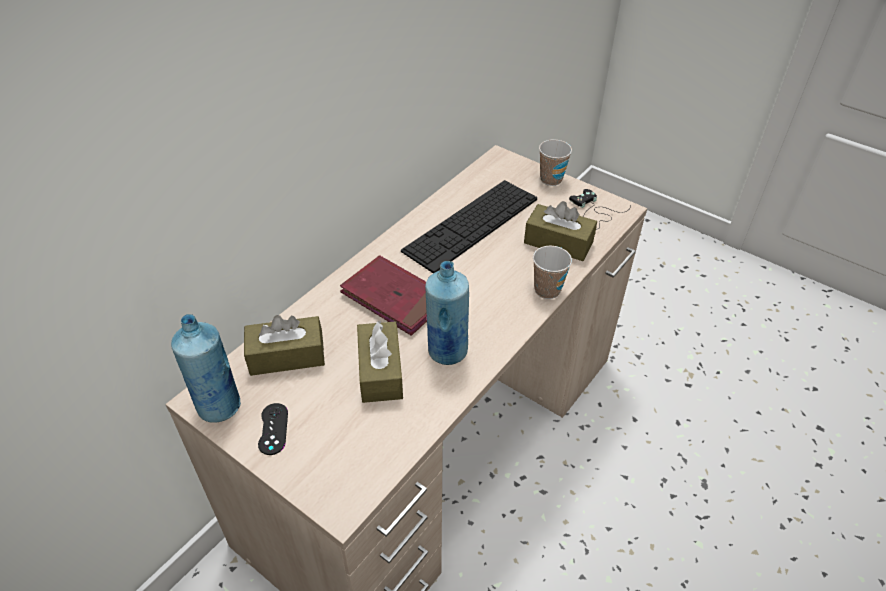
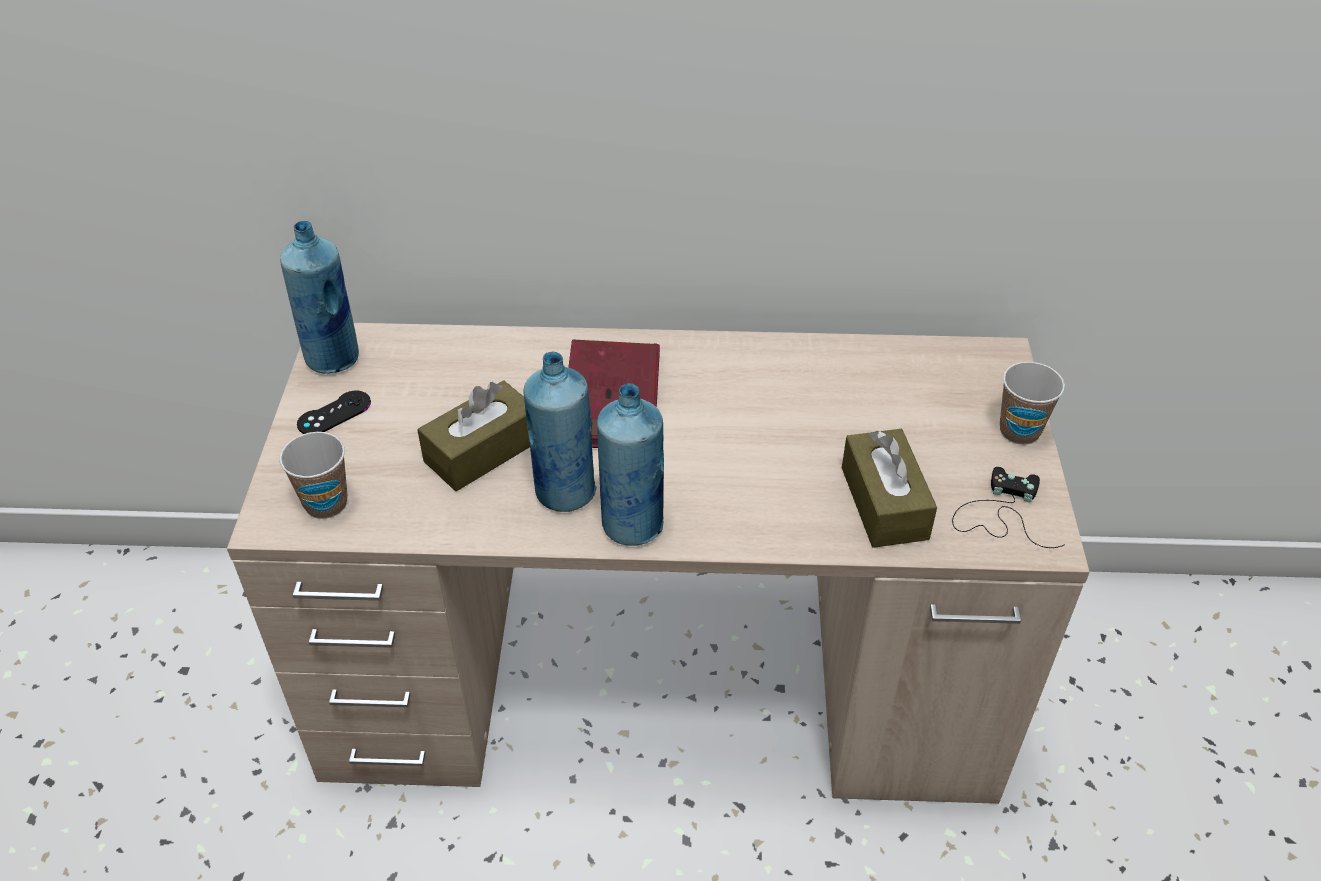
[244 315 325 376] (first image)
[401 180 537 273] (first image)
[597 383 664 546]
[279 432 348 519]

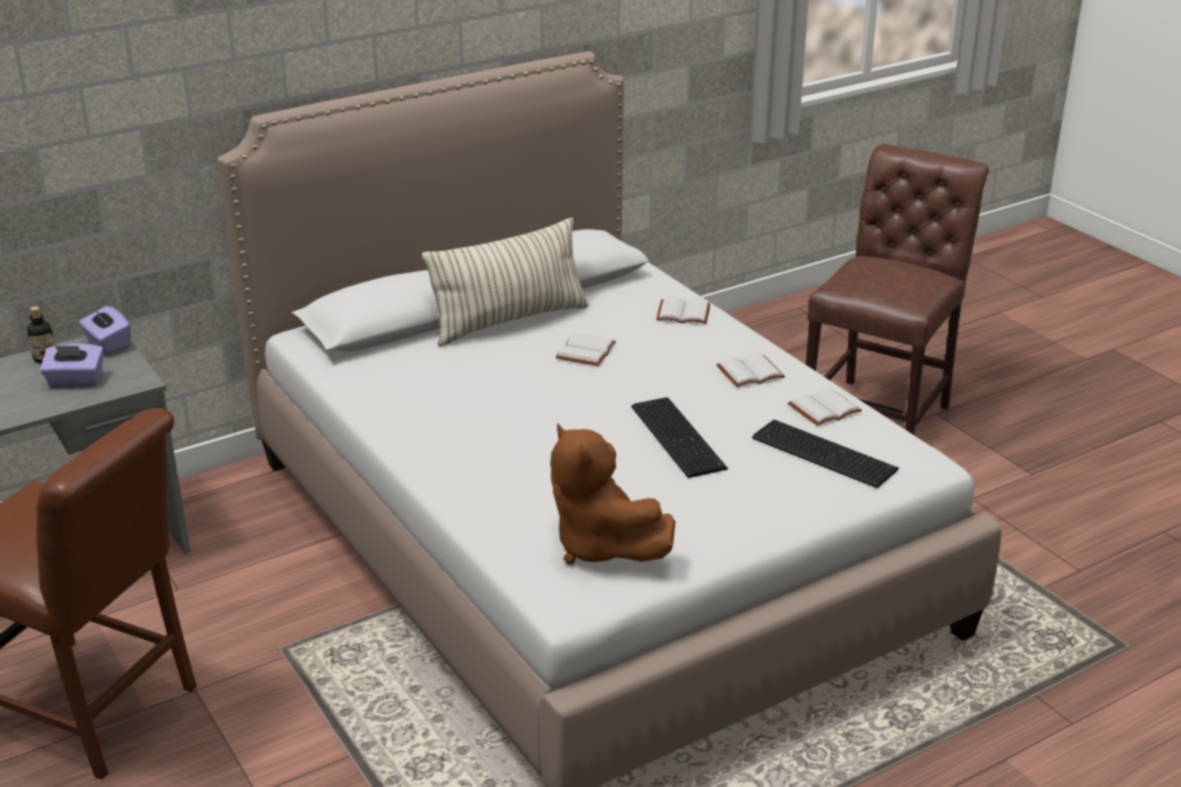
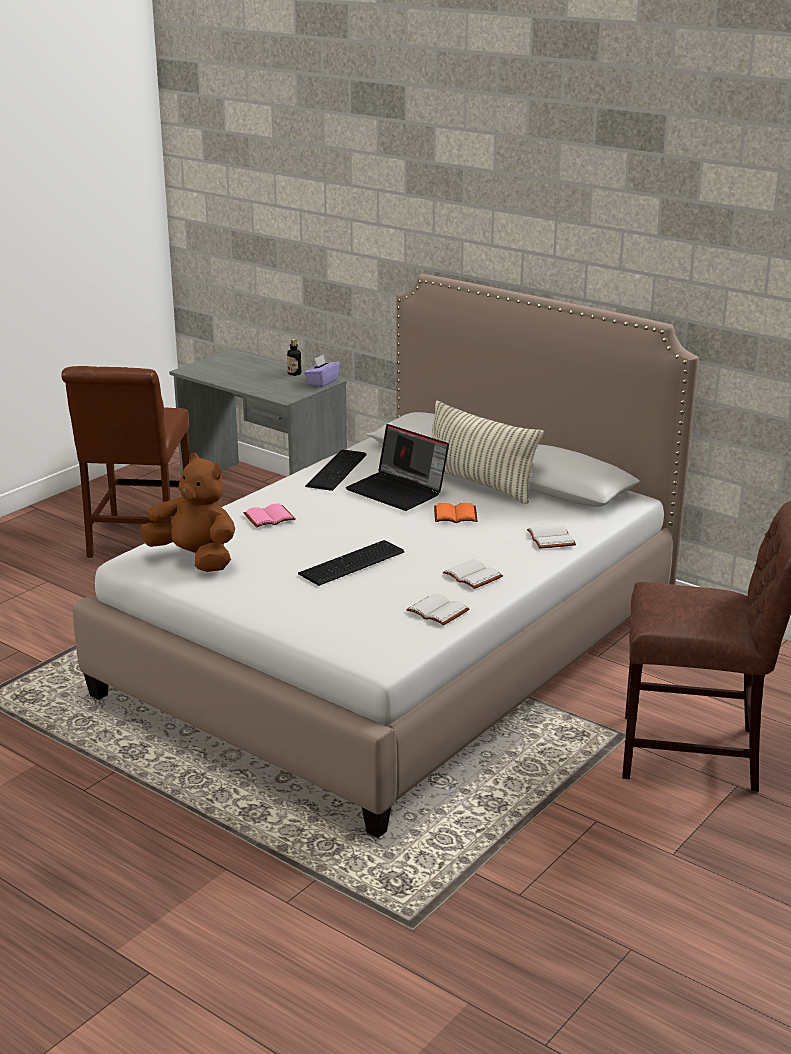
[40 343 104 387] (first image)
[244 503 296 528]
[346 424 449 511]
[305 450 367 491]
[434 502 477 523]
[140 453 235 572]

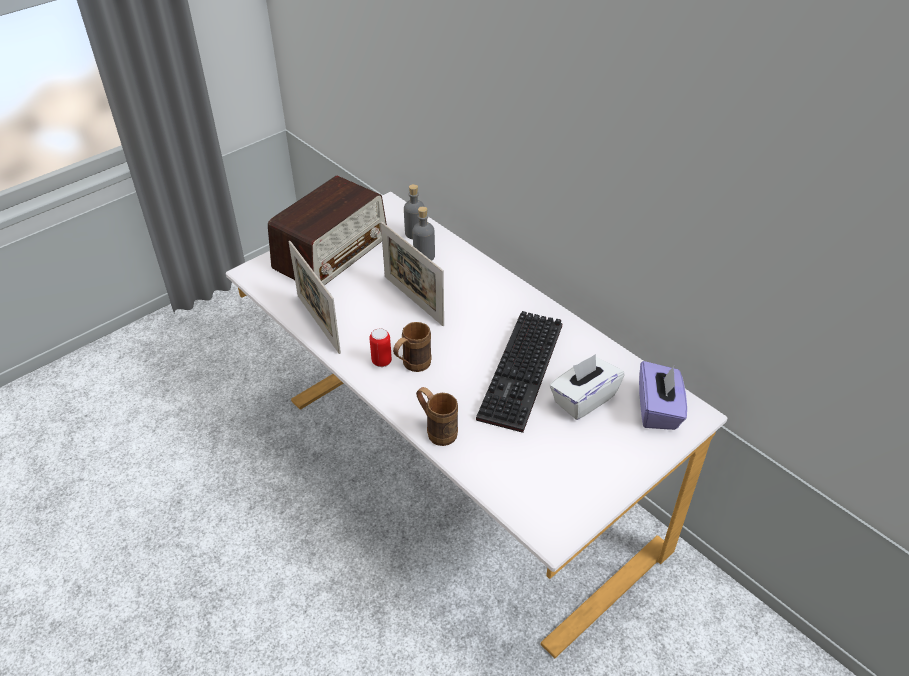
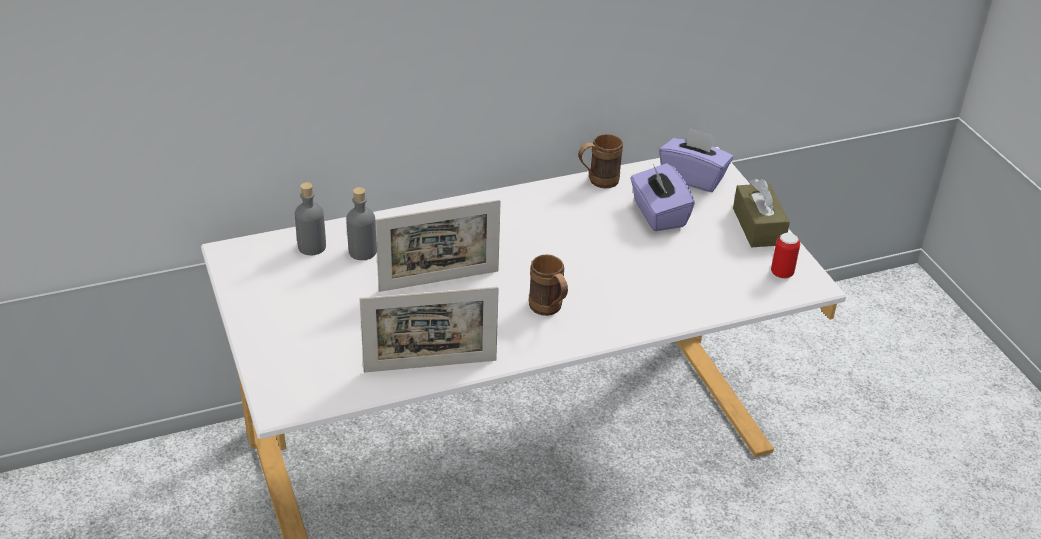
[268 176 387 286] (first image)
[476 311 563 433] (first image)
[733 179 790 247]
[771 233 800 279]
[578 134 623 188]
[630 163 695 231]

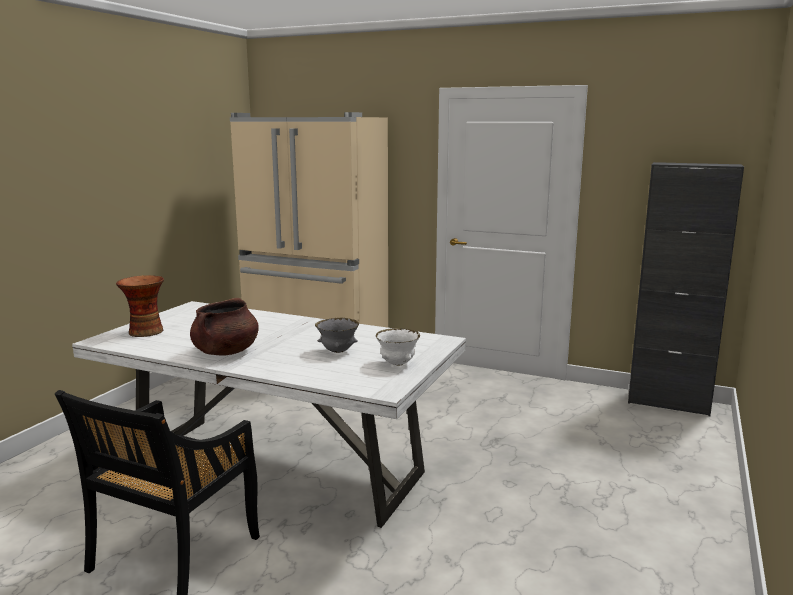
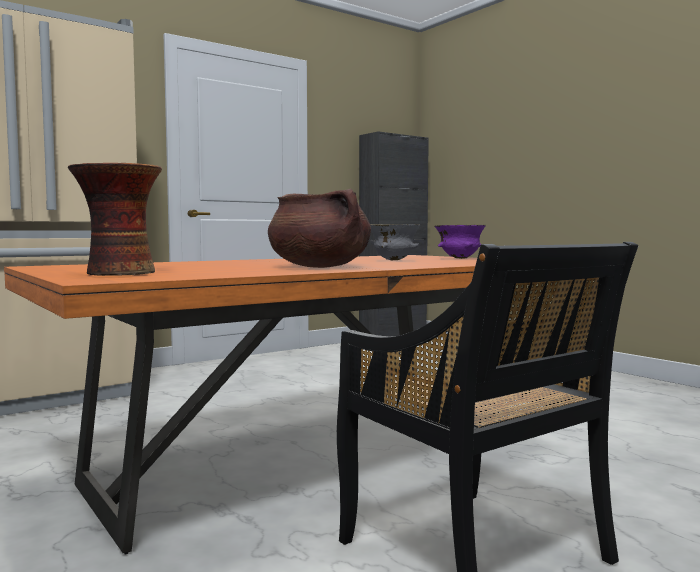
[4 255 499 554]
[434 225 486 259]

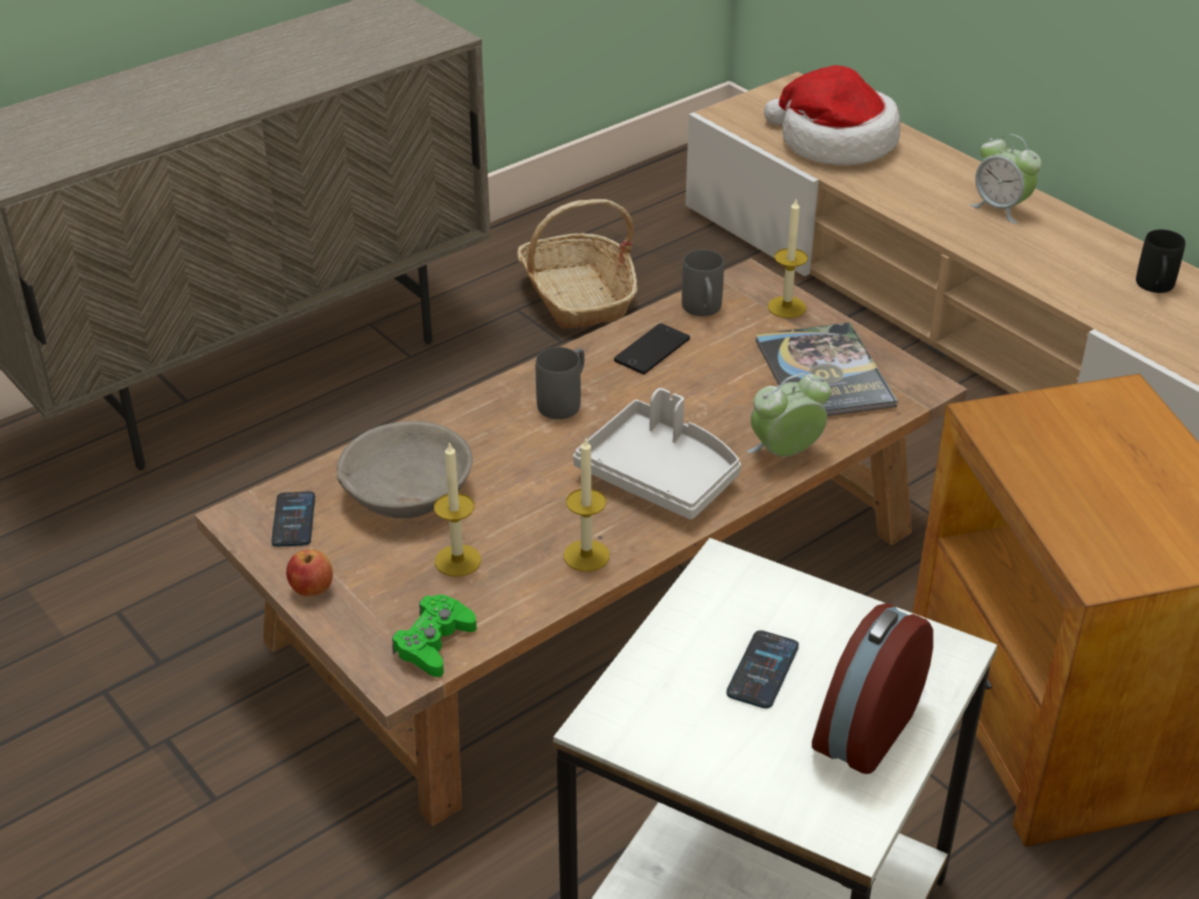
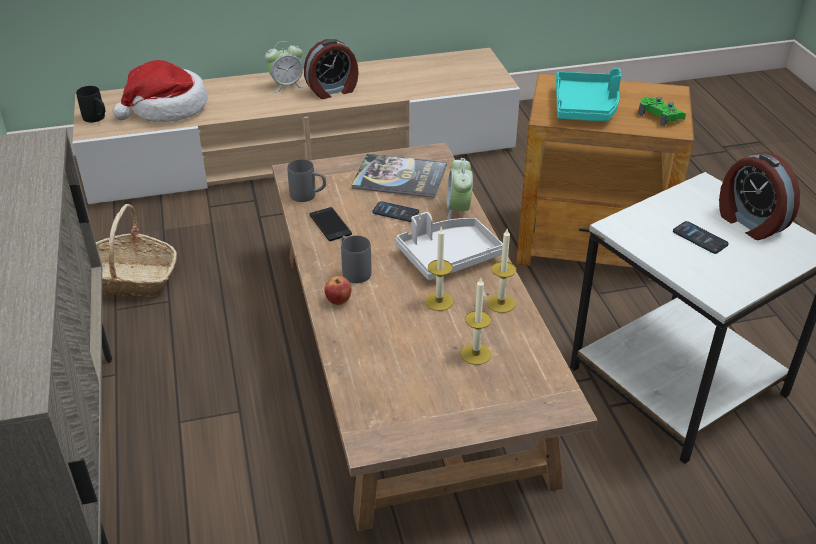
[337 421 473 518] (first image)
[304 39 359 99]
[556 68 621 121]
[372 201 419 222]
[324 276 352 305]
[638 97 686 126]
[425 226 453 311]
[76 86 105 122]

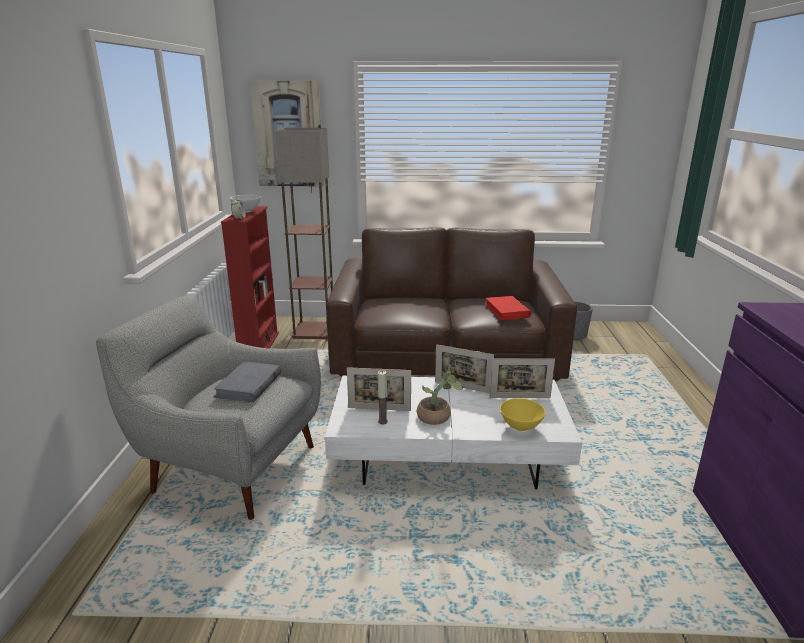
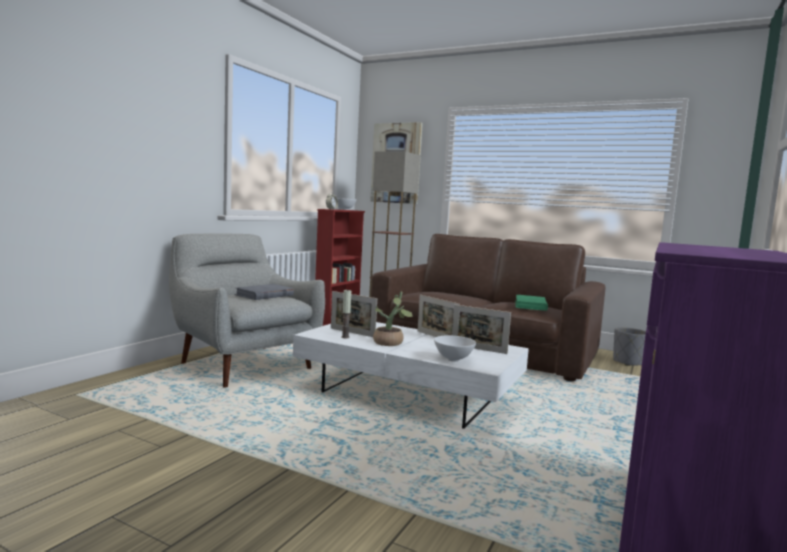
[516 295 548 311]
[434 335 476 362]

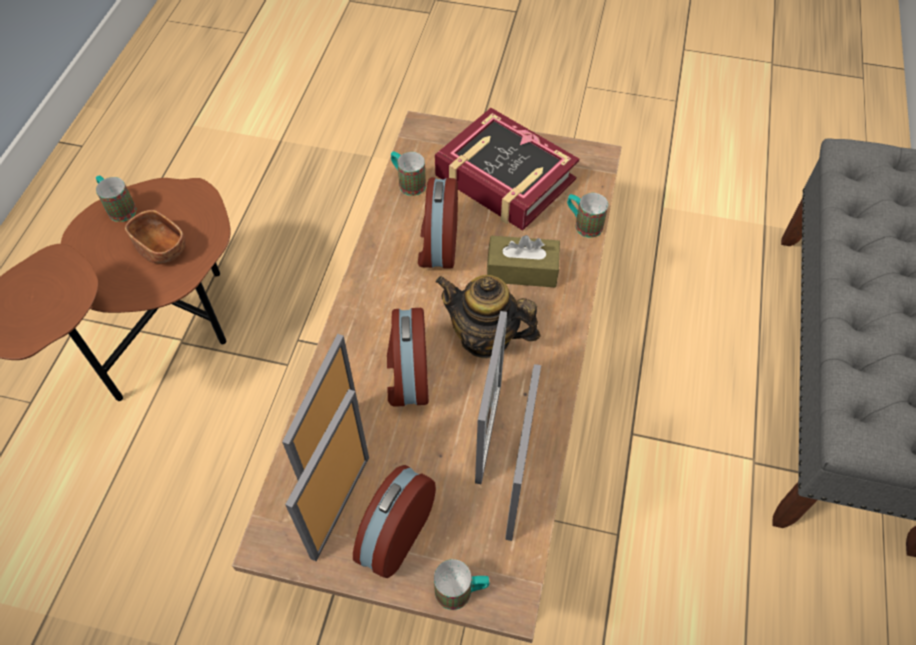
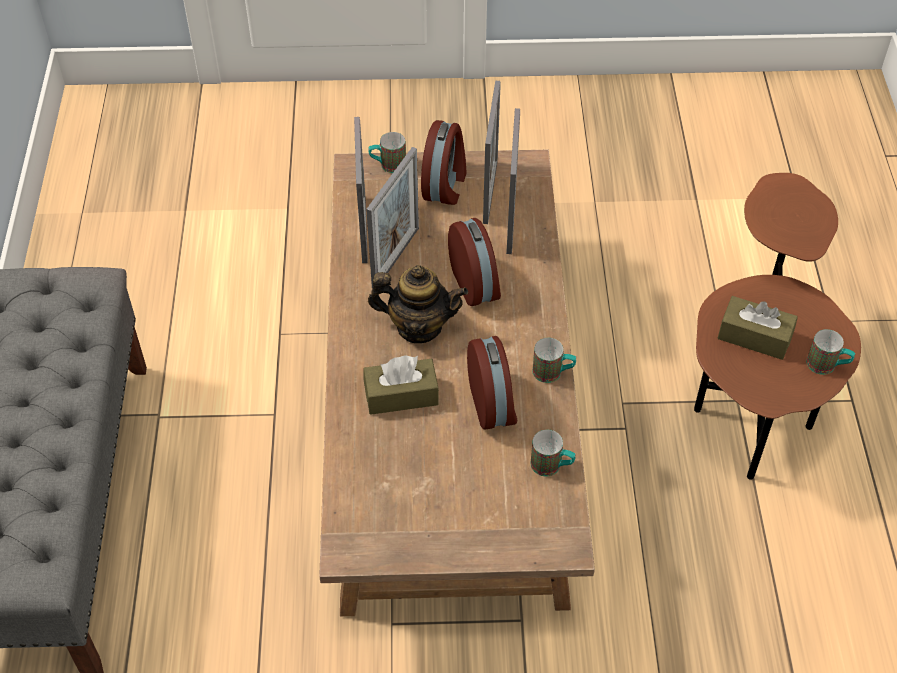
[435 108 579 231] (first image)
[533 338 576 383]
[718 296 798 360]
[366 147 419 288]

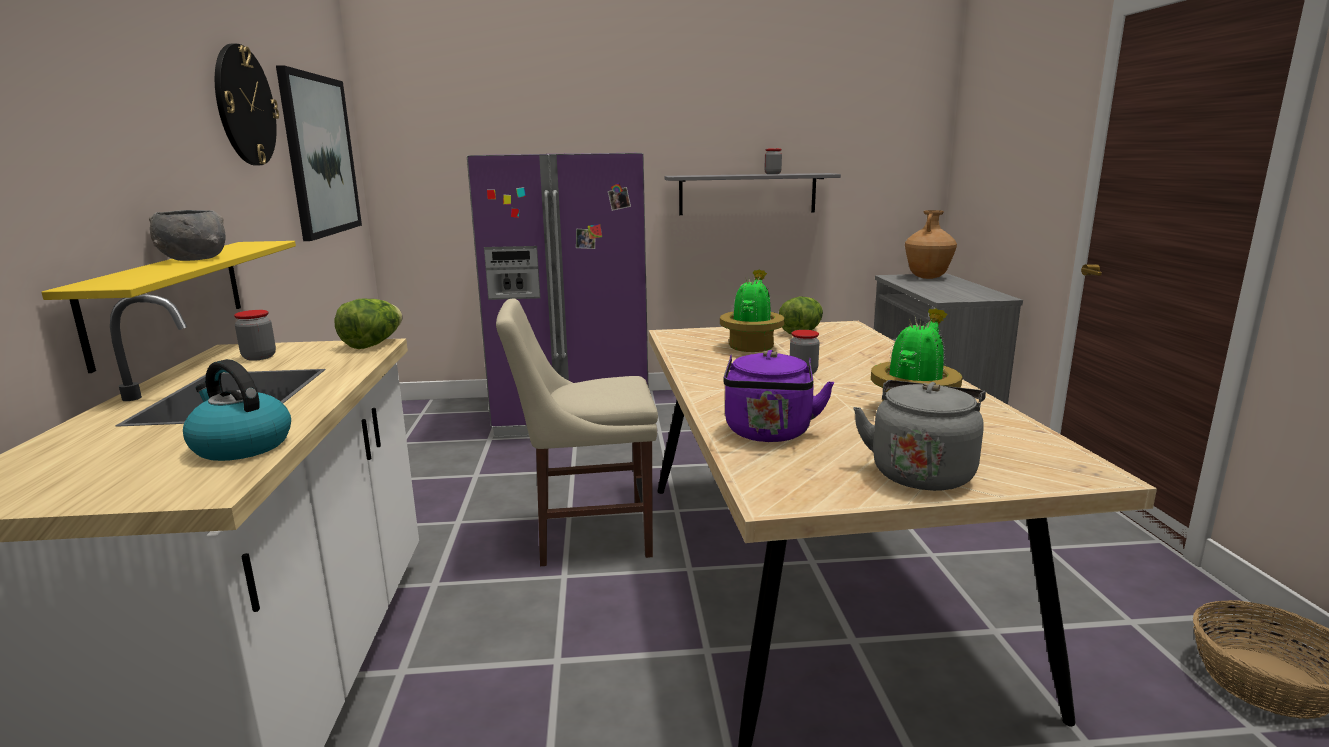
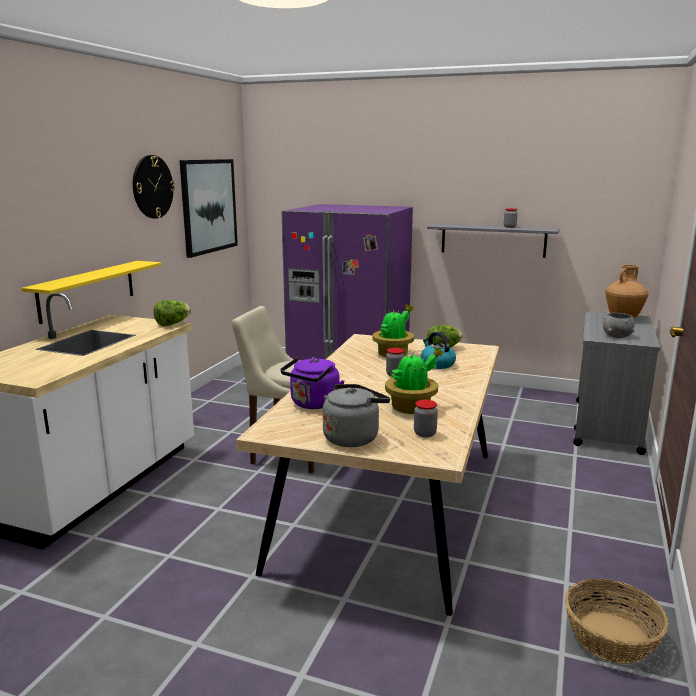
[603 313 635 338]
[421 332 456 369]
[414 400 438 437]

